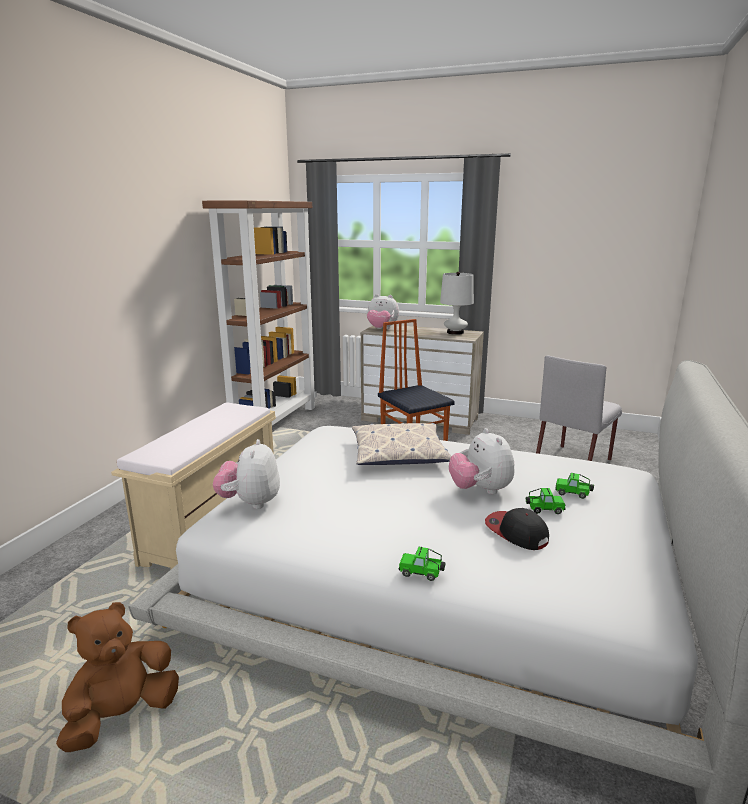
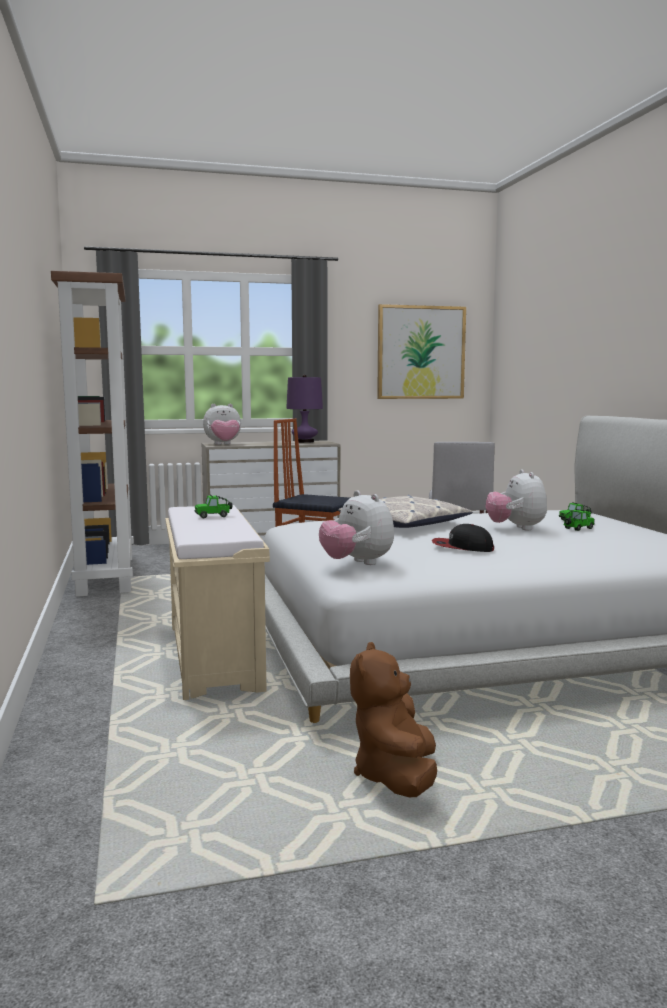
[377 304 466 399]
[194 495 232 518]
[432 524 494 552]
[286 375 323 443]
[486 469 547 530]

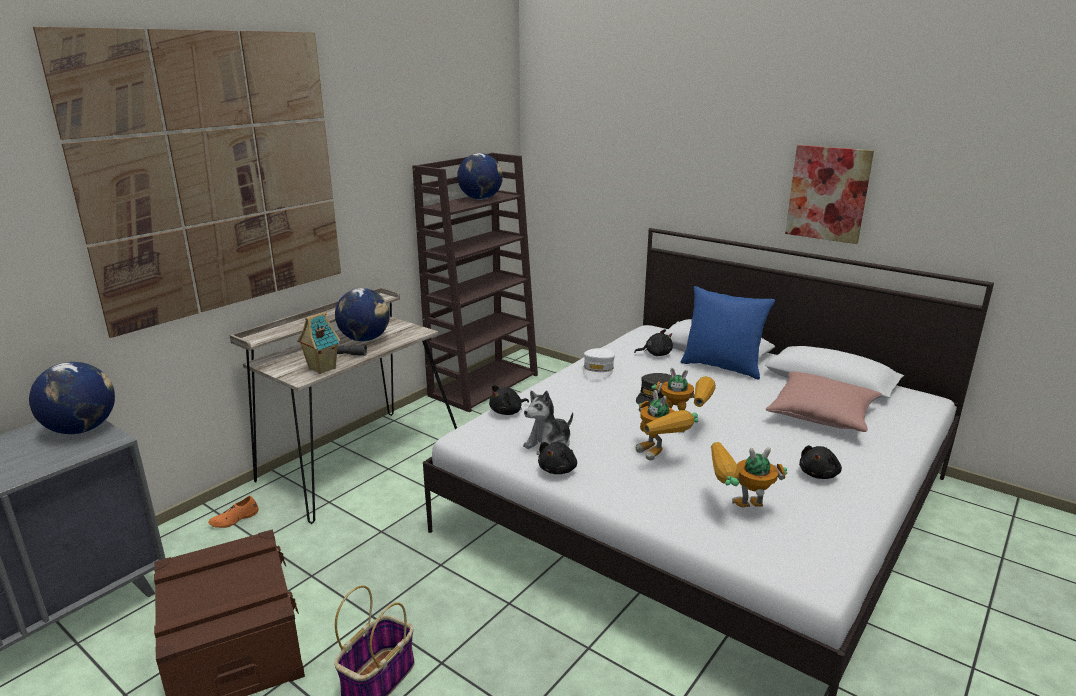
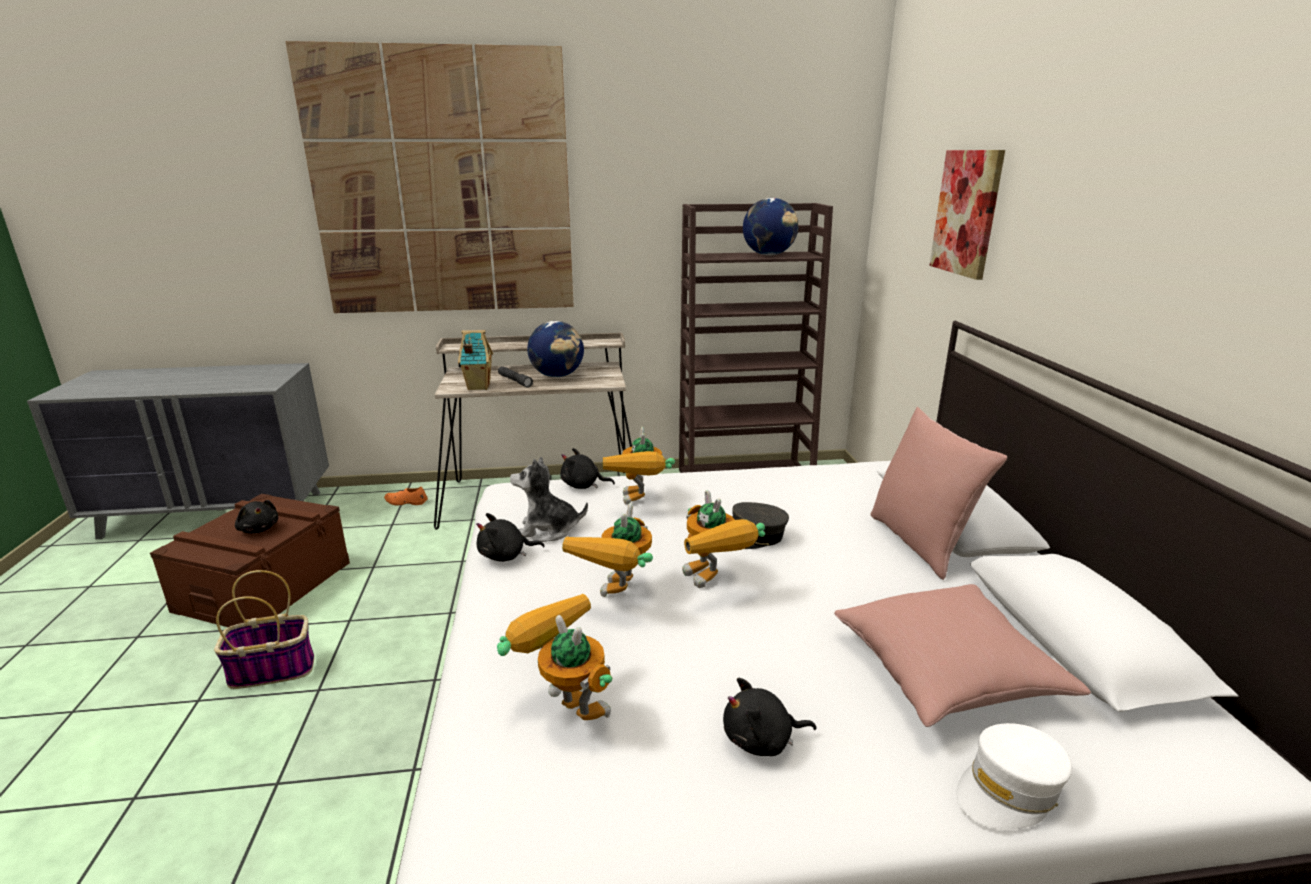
[29 362 115 434] (first image)
[603 427 675 505]
[956 723 1072 830]
[235 500 278 533]
[929 150 1005 280]
[870 407 1007 580]

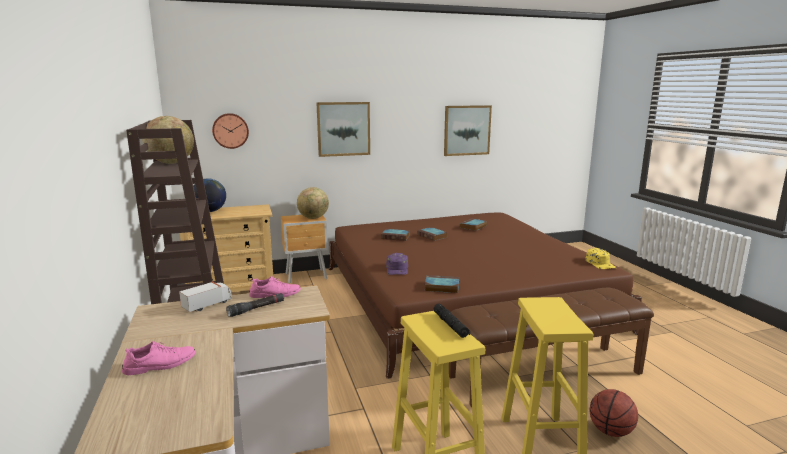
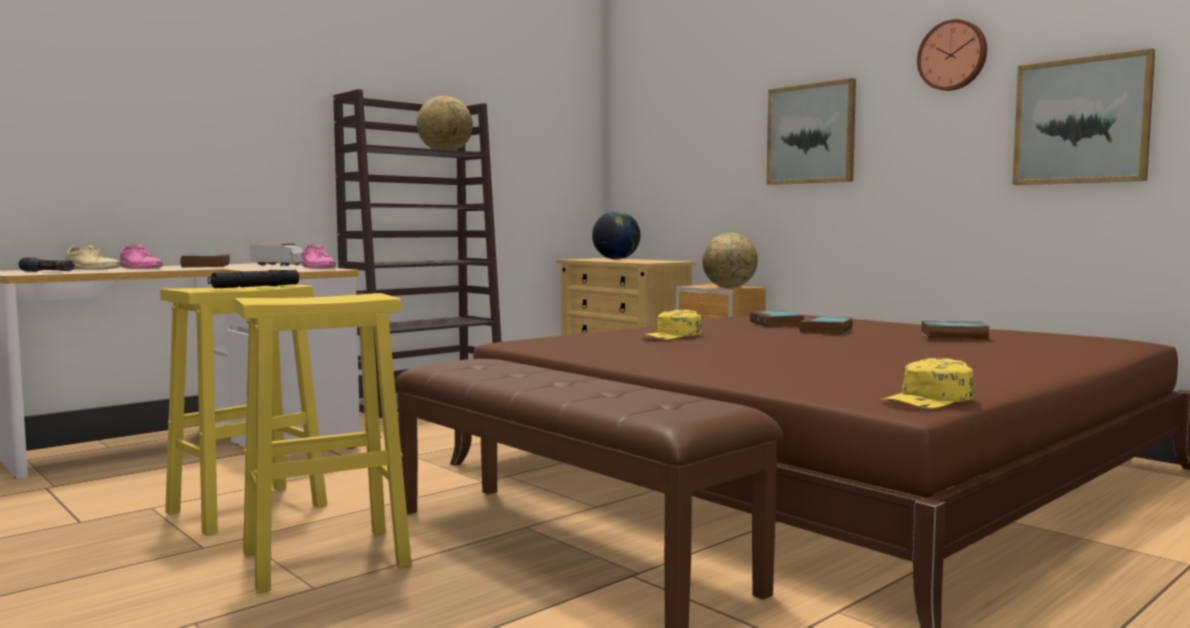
[386 253 408 275] (first image)
[590 389 638 437] (first image)
[65 245 120 270]
[640 310 702 339]
[917 19 987 91]
[18 257 75 272]
[180 254 230 267]

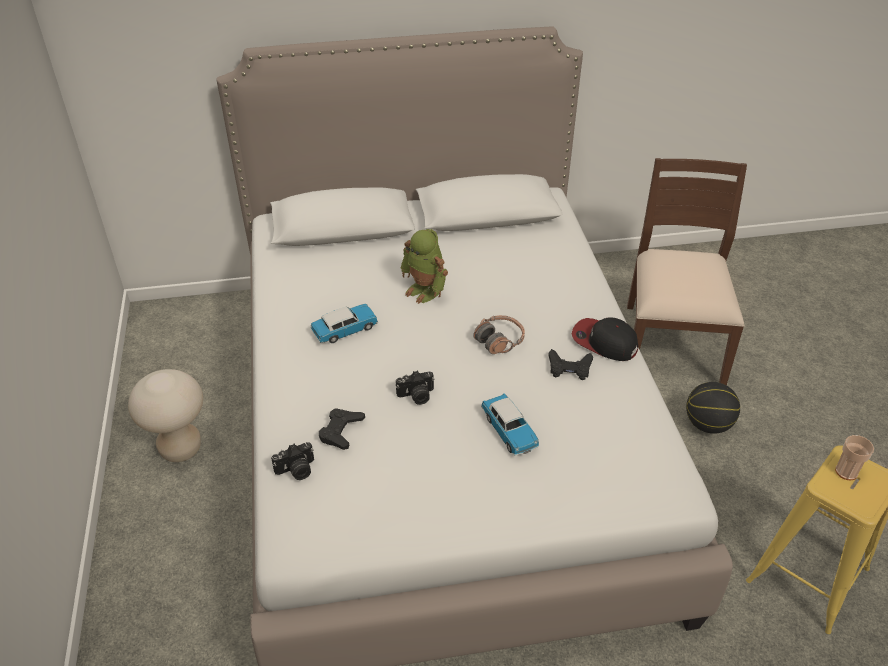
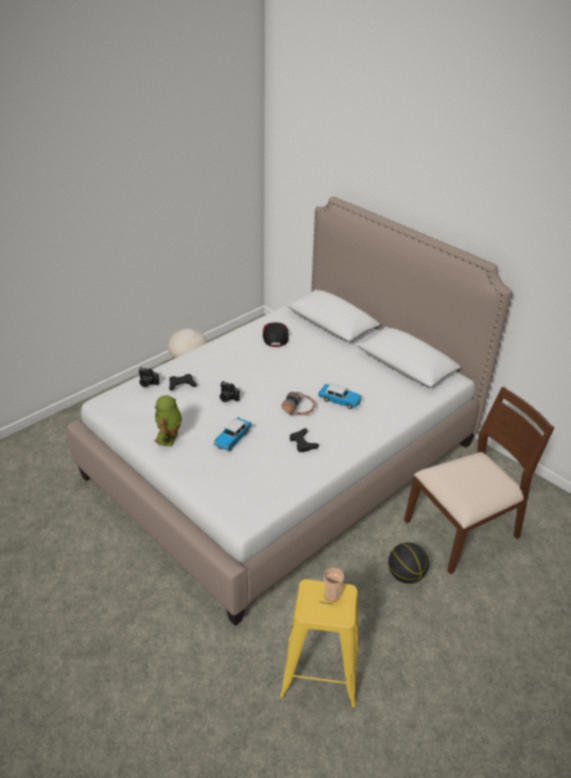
[318 384 362 409]
[154 395 182 446]
[263 322 289 347]

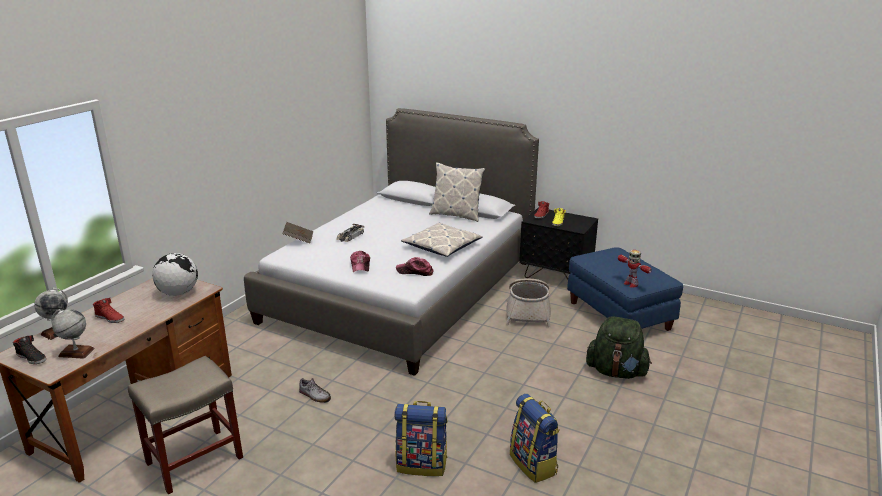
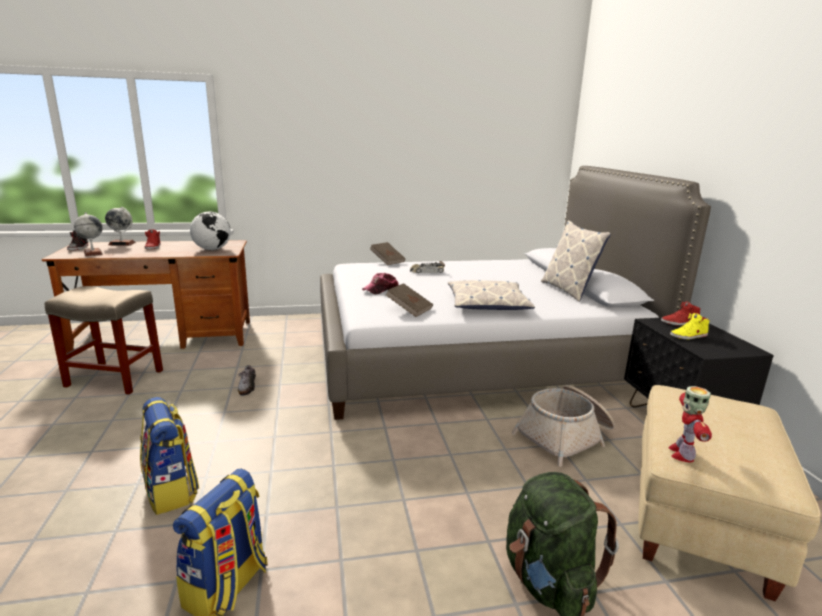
[386 283 433 317]
[639 385 821 601]

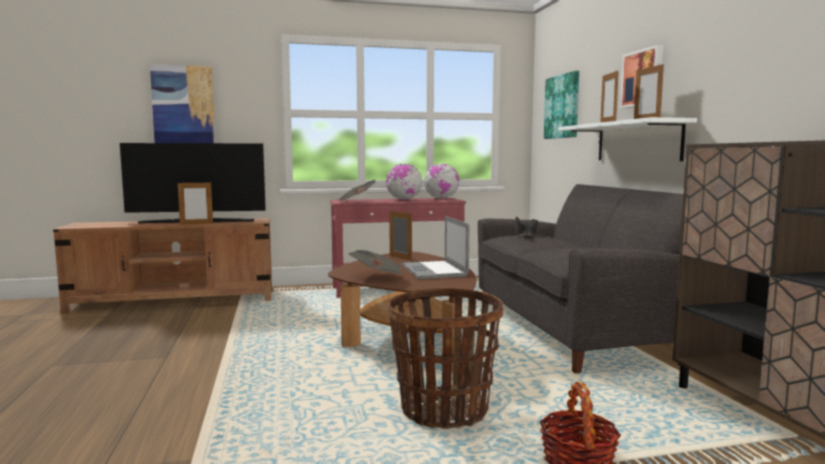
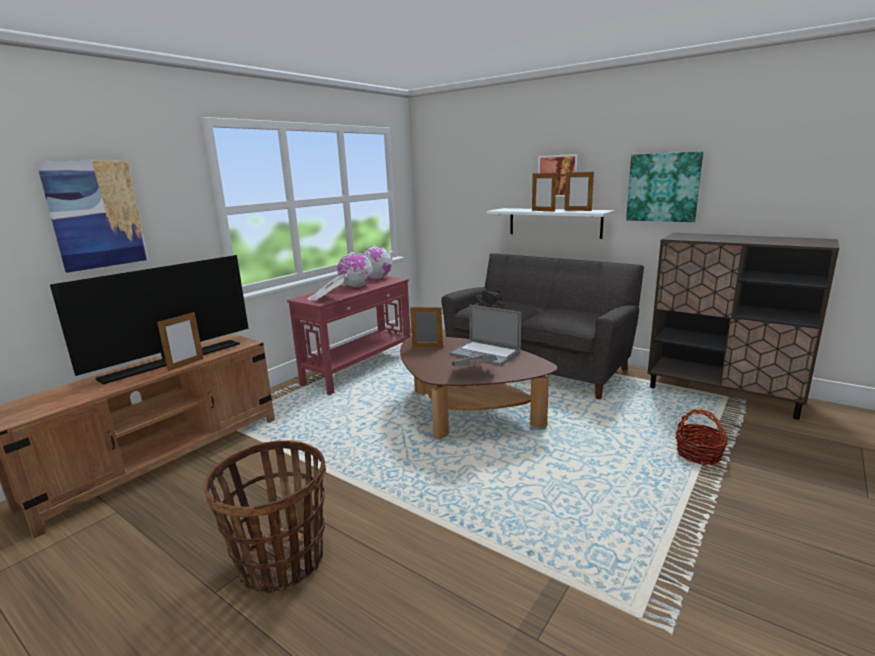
[203 440 326 593]
[626 151 704 222]

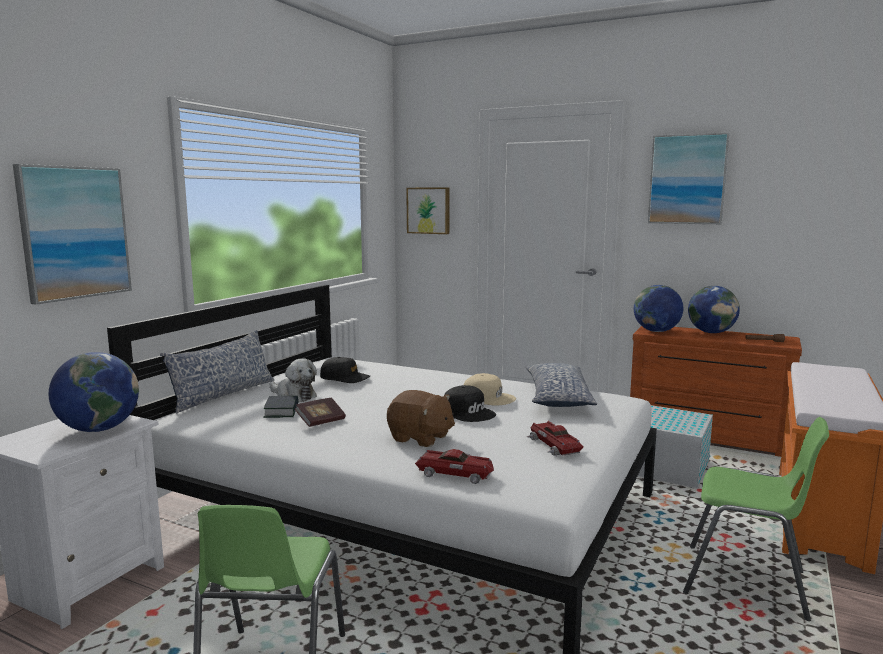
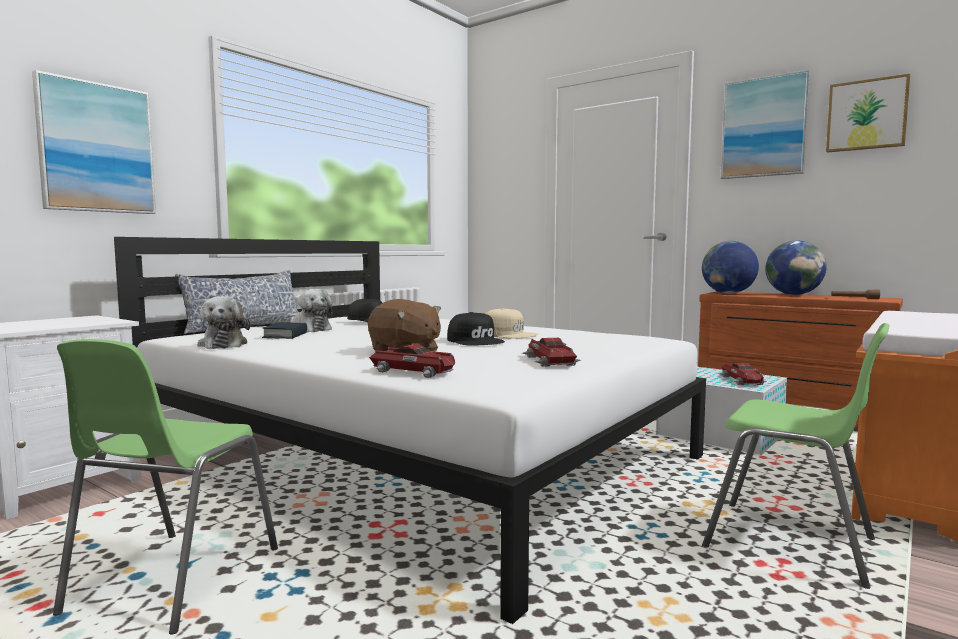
[49 352 139 432] (first image)
[295 398 346 427] (first image)
[526 363 597 407] (first image)
[197 296 251 349]
[719 363 767 385]
[826 74 910 153]

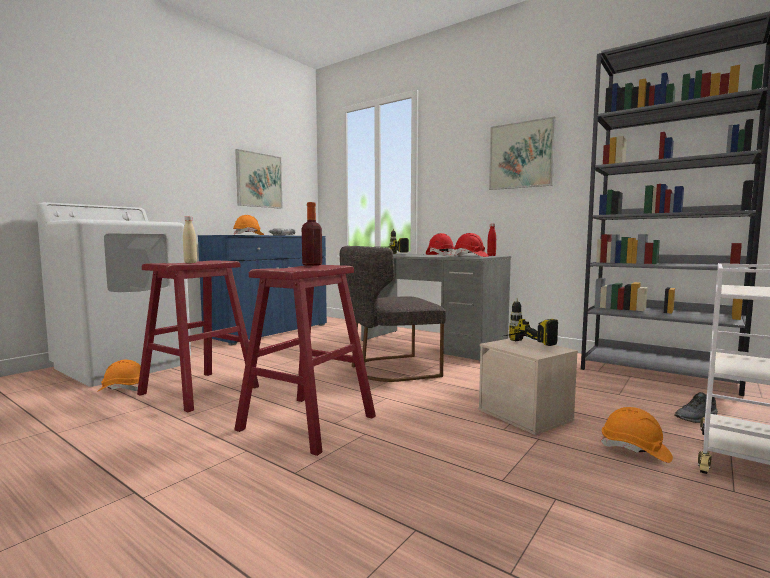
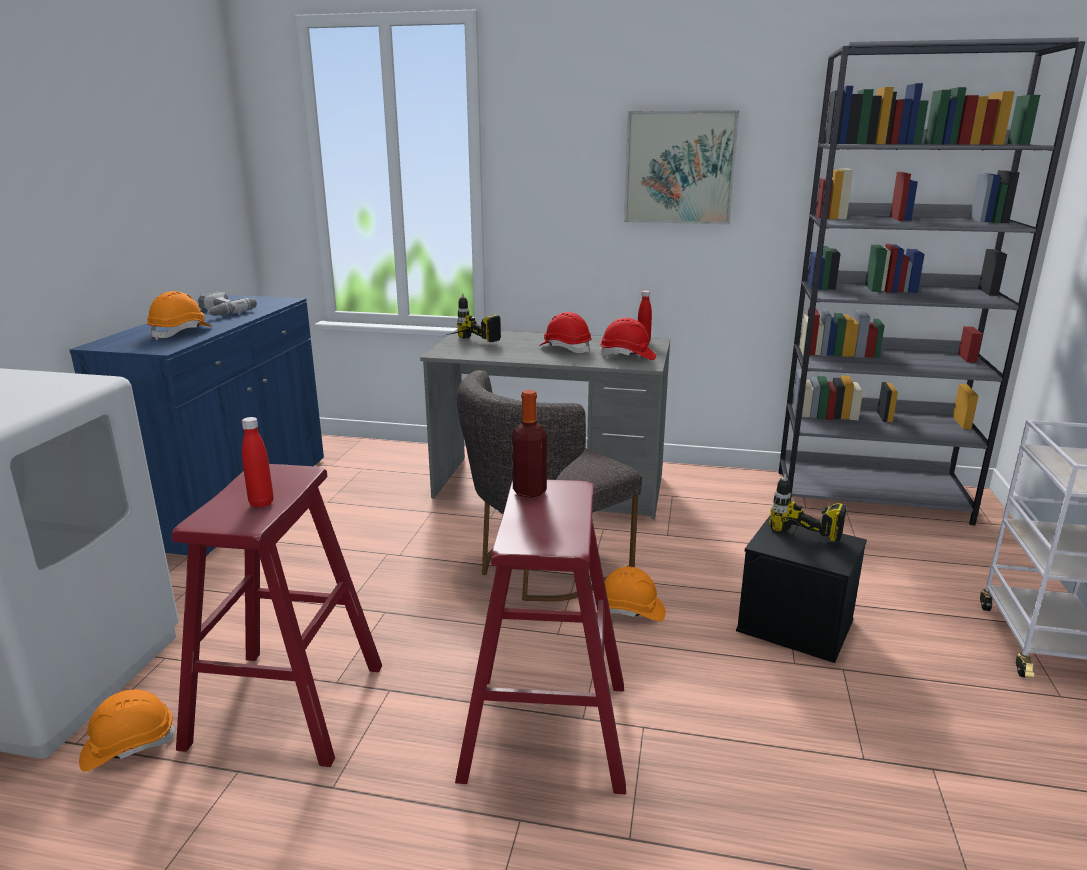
[235 149 283 209] (first image)
[675 392 718 423] (first image)
[604 567 666 621]
[242 417 273 508]
[736 516 867 663]

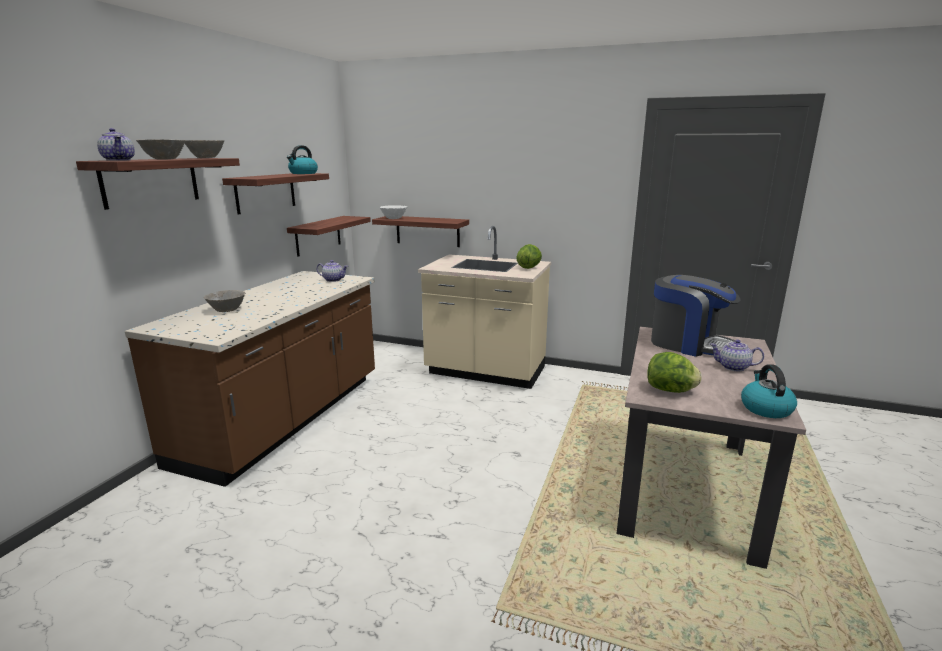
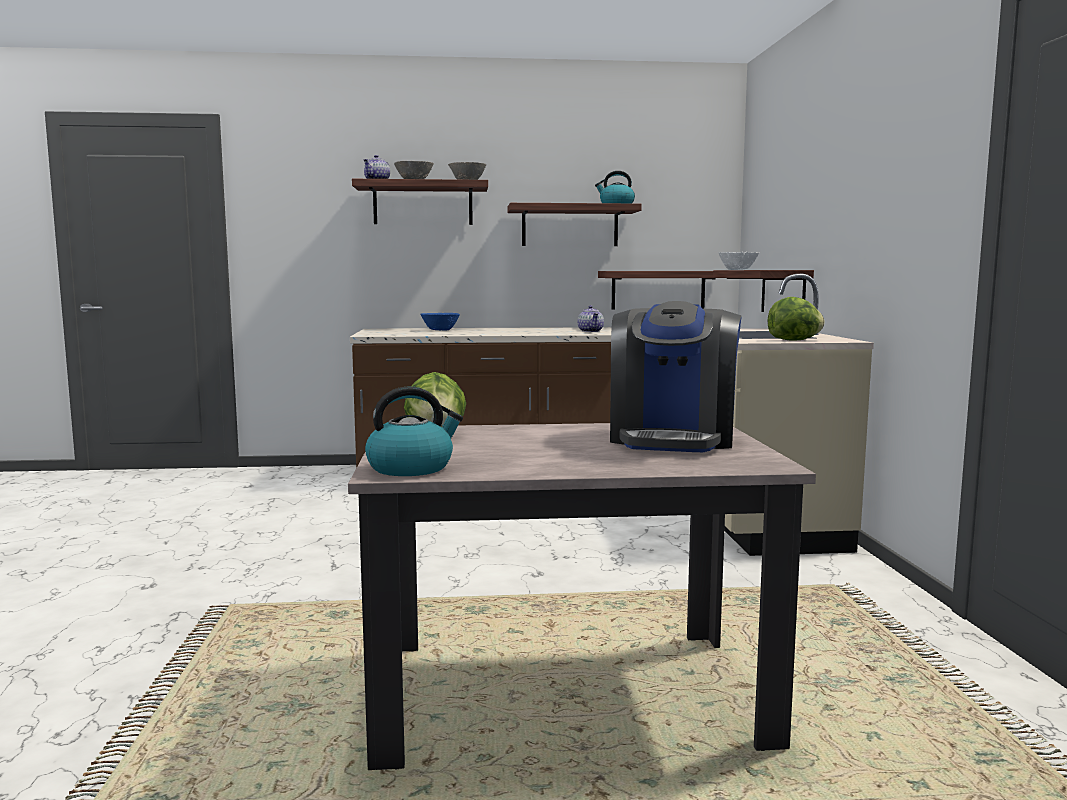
[710 340 764 371] (first image)
[420 313 460 330]

